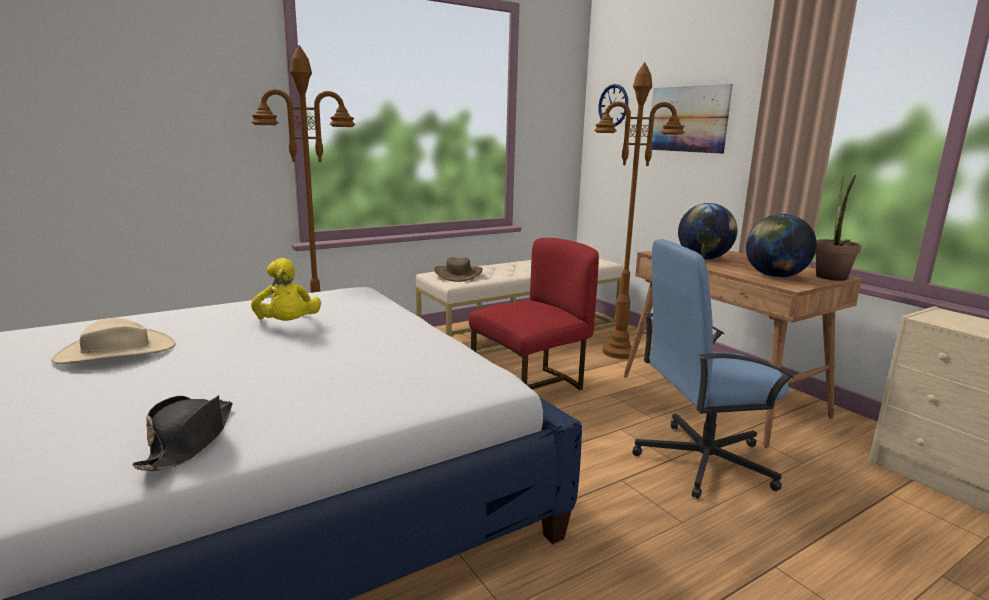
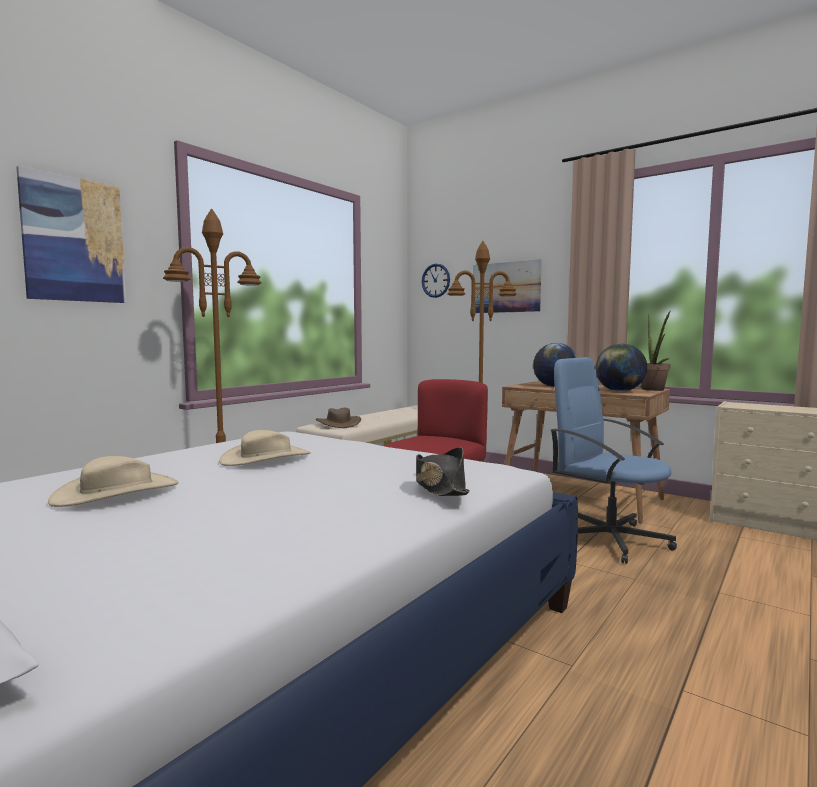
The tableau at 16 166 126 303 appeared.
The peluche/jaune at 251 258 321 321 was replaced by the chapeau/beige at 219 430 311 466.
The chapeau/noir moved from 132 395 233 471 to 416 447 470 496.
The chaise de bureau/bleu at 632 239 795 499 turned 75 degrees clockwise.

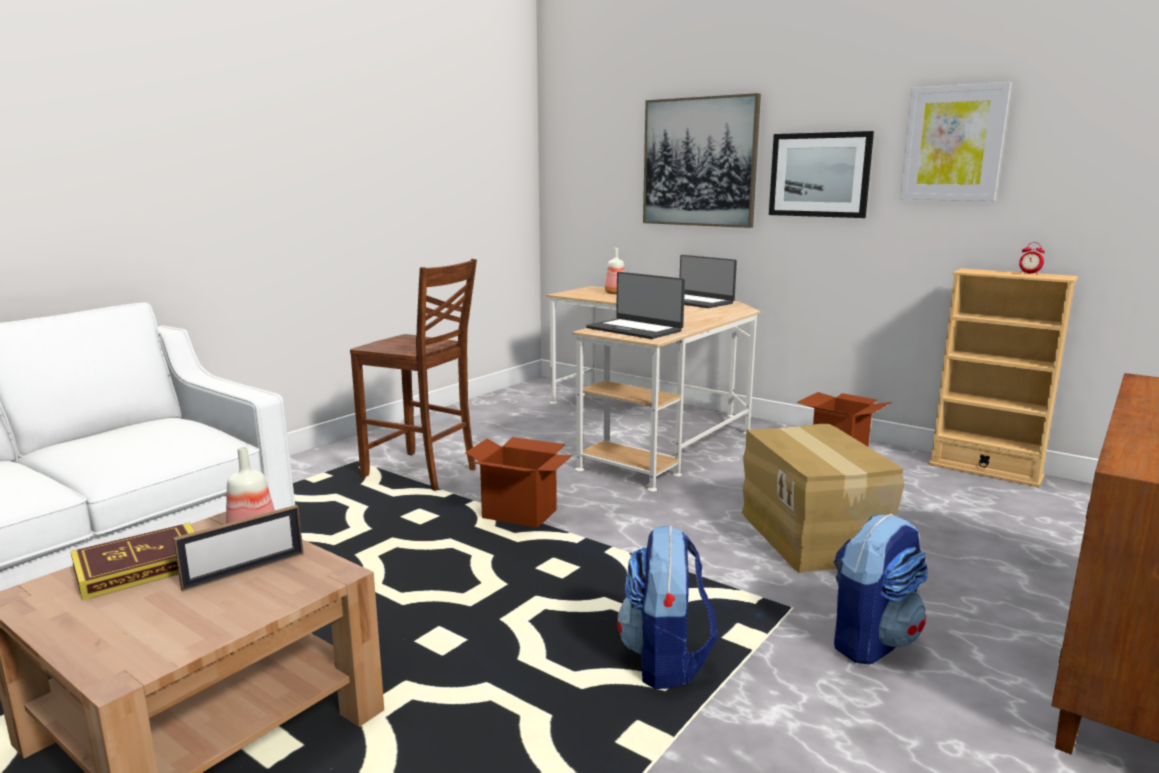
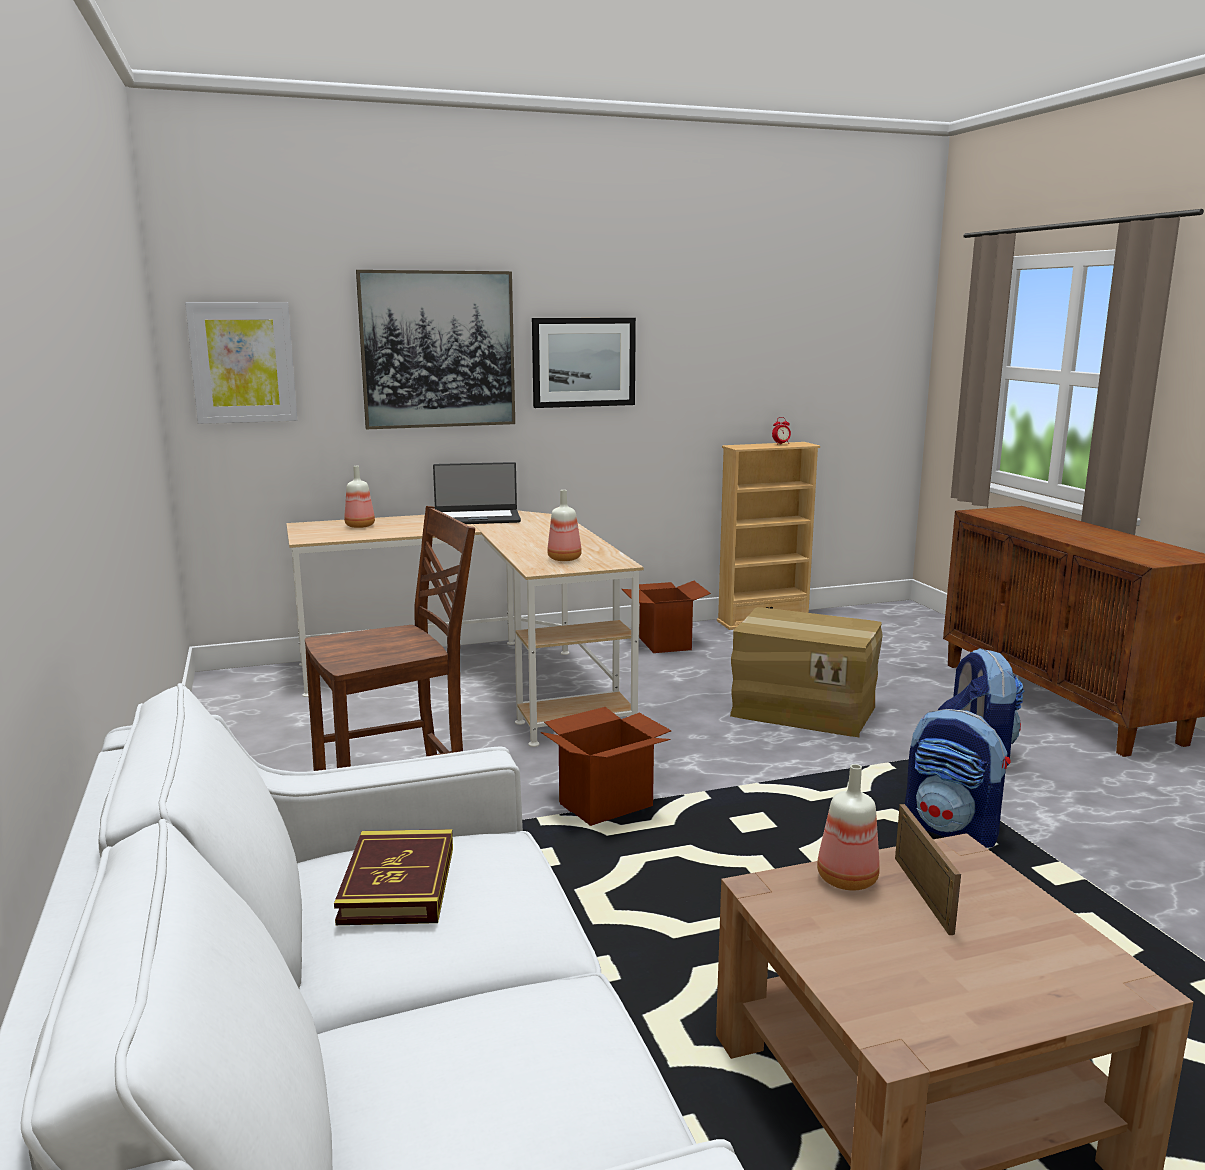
The tableau moved from 900 82 1011 201 to 185 302 298 424.
The livre moved from 70 523 195 601 to 334 829 453 925.
The ordinateur portable at 586 272 685 339 was replaced by the bouteille at 547 490 582 561.

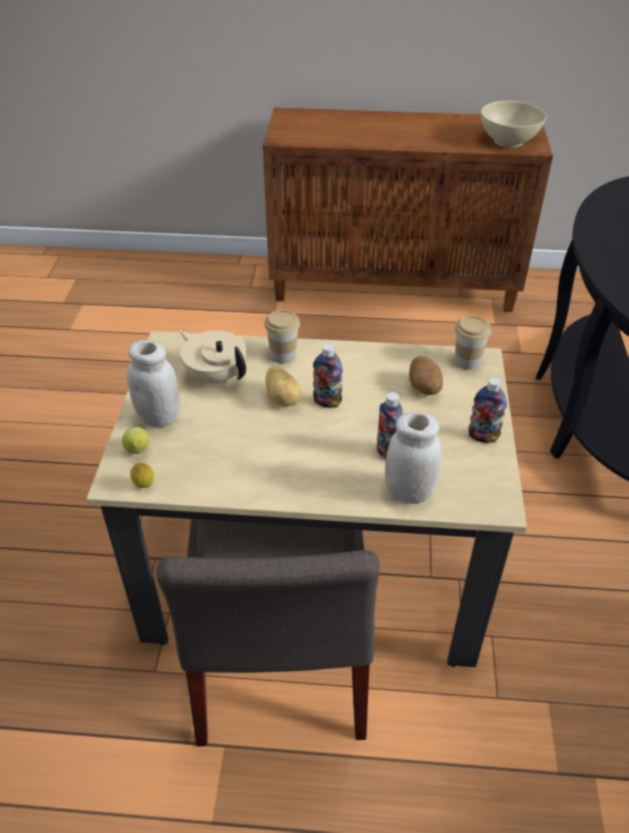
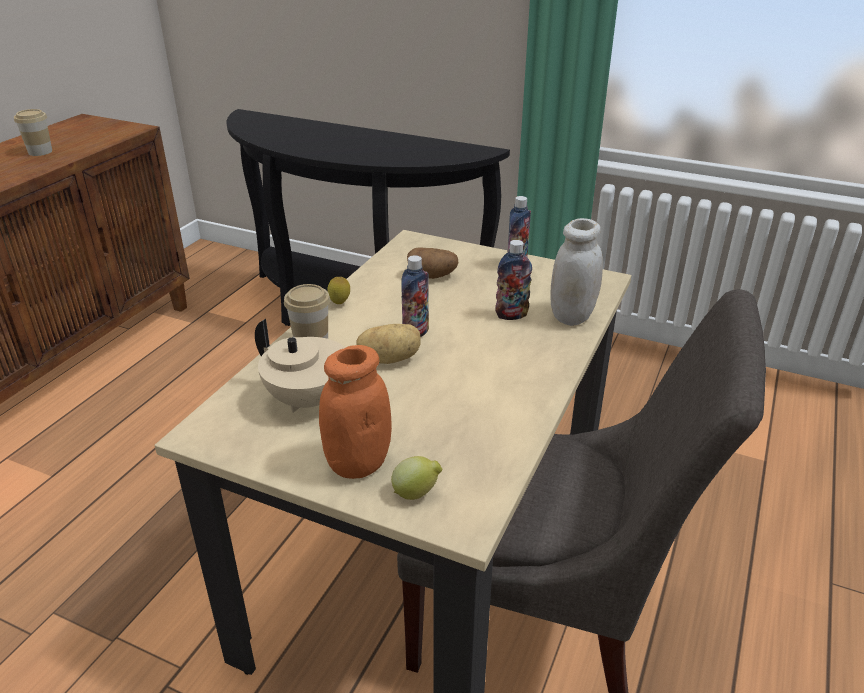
The tasse moved from 455 316 491 370 to 14 109 52 156.
The théière/beige at 179 329 246 384 turned 120 degrees counterclockwise.
The bocal/blanc at 127 340 180 428 became the bocal/orange at 319 345 392 479.
The citron moved from 130 463 154 488 to 327 277 350 304.
The bol/beige at 481 101 547 148 disappeared.

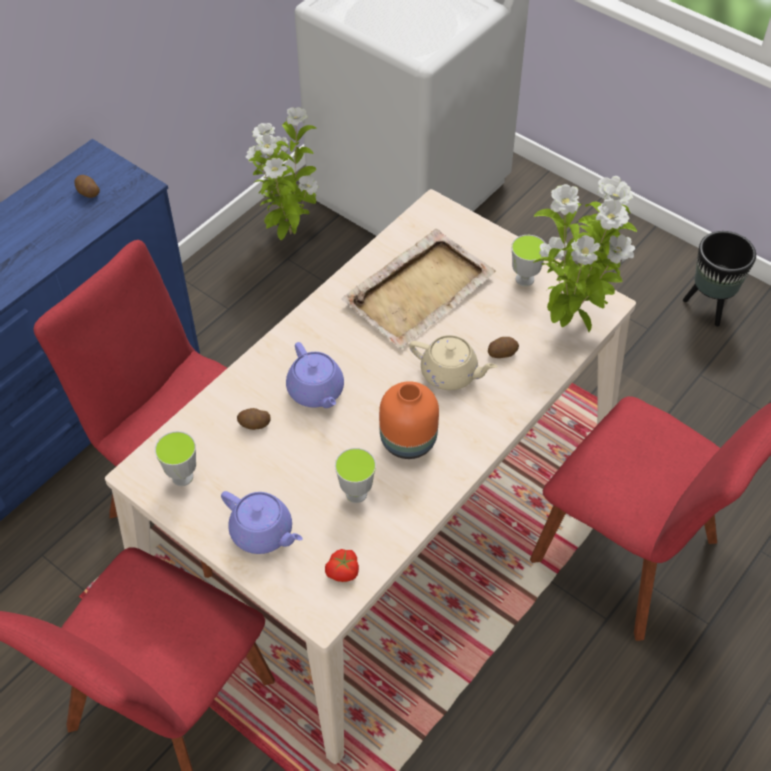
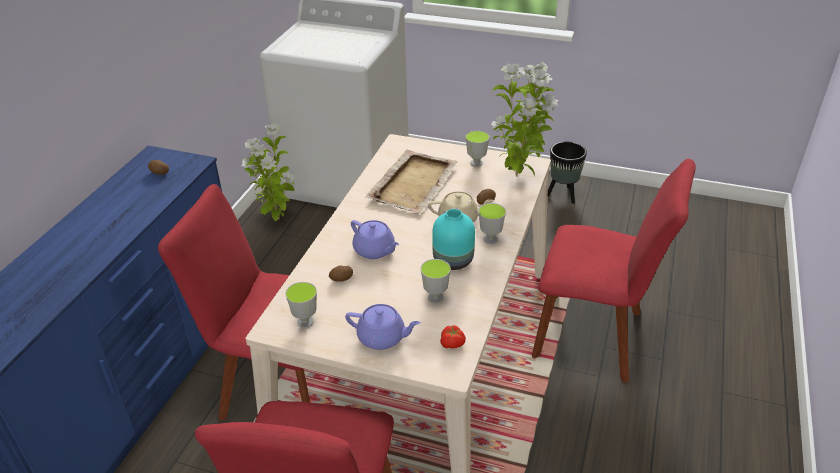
The vase/orange at 379 381 439 459 became the vase/turquoise at 432 209 475 270.
The tasse at 479 203 506 244 appeared.

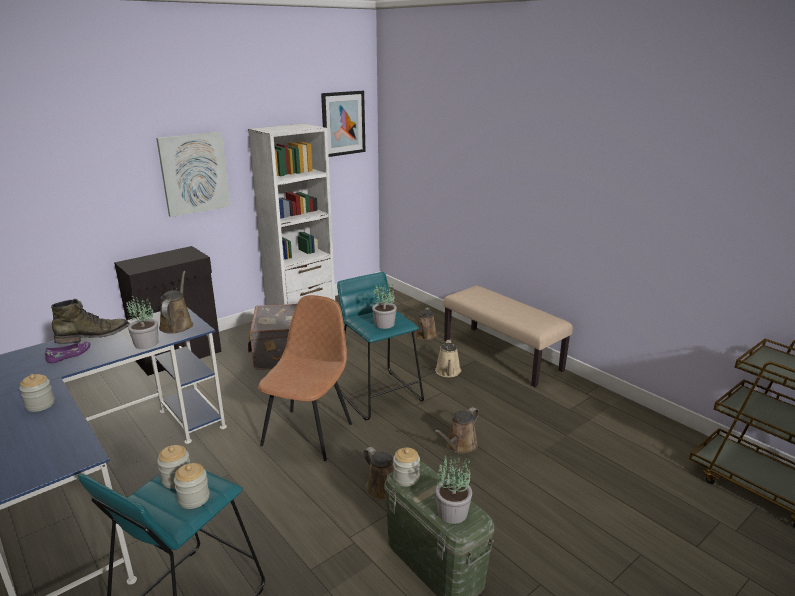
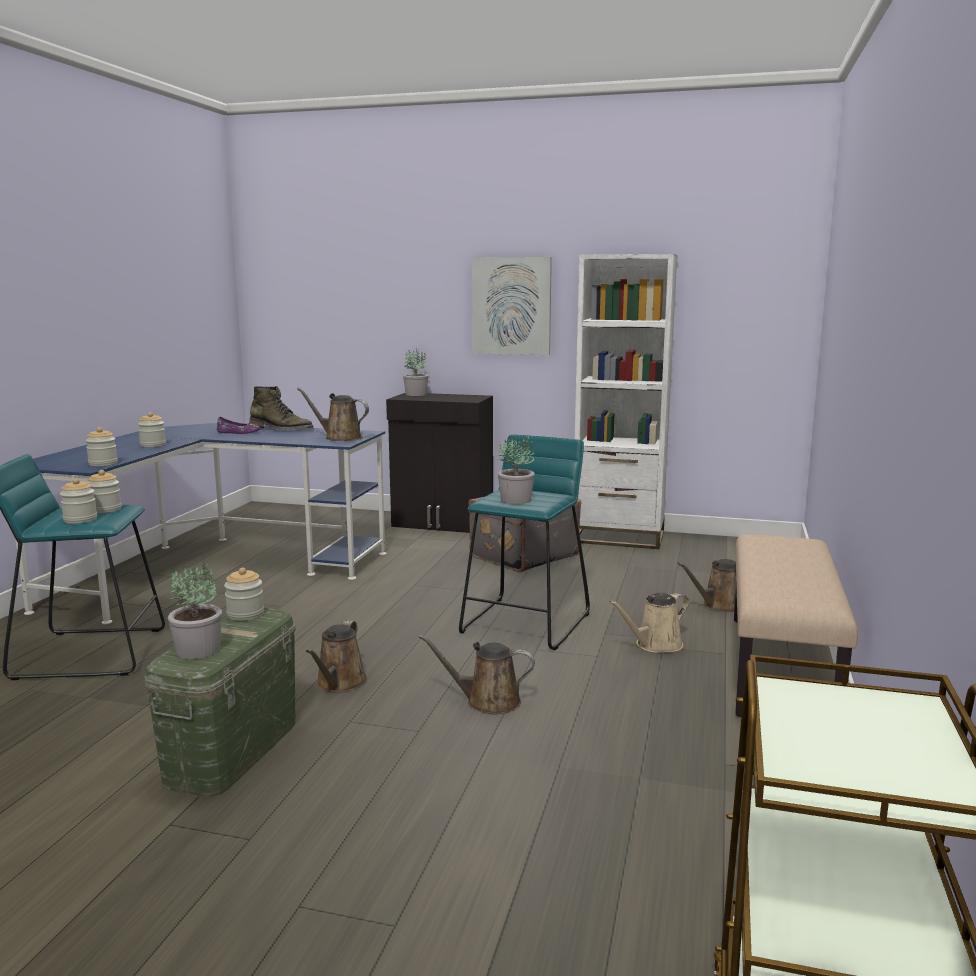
The bocal at 86 427 118 466 appeared.
The arrosoir/marron at 159 271 193 334 turned 120 degrees counterclockwise.
The plante en pot moved from 126 295 158 349 to 403 348 428 396.
The chaise/marron at 258 295 352 461 disappeared.
The tableau at 321 91 365 157 disappeared.

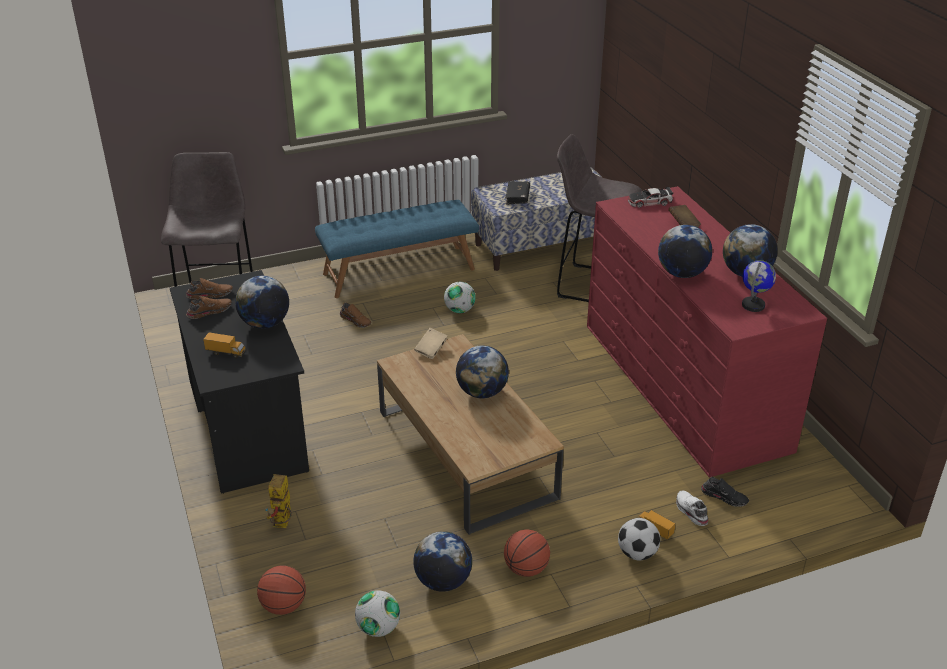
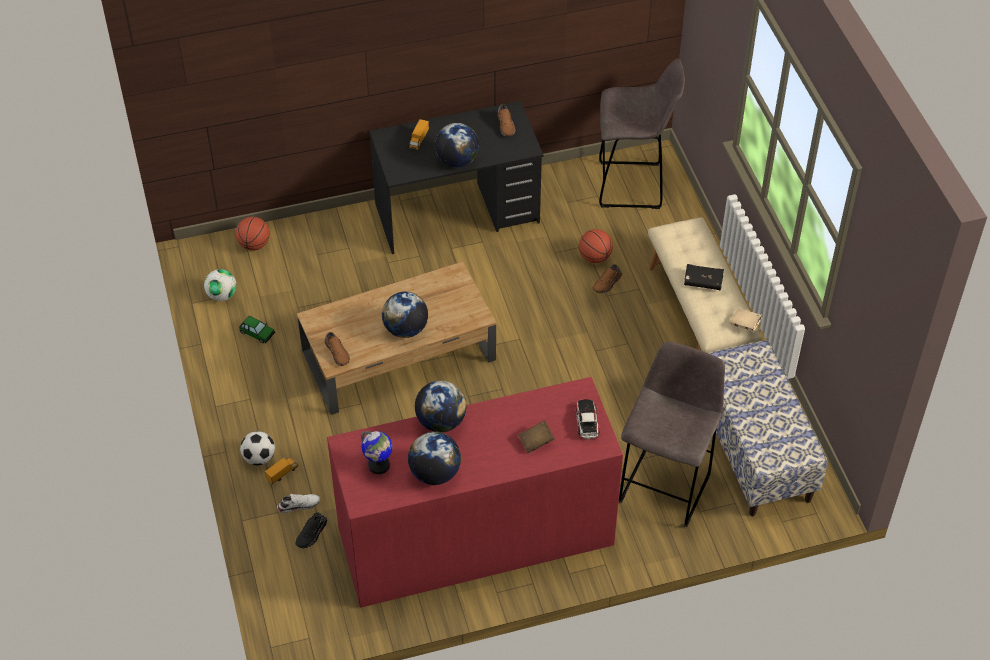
The globe at 413 531 472 591 was replaced by the petite voiture at 239 316 275 343.
The chaussure/marron moved from 186 296 232 319 to 325 332 350 366.
The ballon de basket moved from 504 529 550 577 to 579 229 613 263.
The banc/bleu at 315 200 479 298 became the banc/beige at 648 217 762 353.
The livre/noir moved from 505 181 530 205 to 684 264 724 290.
The livre/beige moved from 414 328 447 359 to 729 308 763 331.
The robot jouet at 265 474 292 528 disappeared.
The ballon de foot at 444 282 476 313 disappeared.

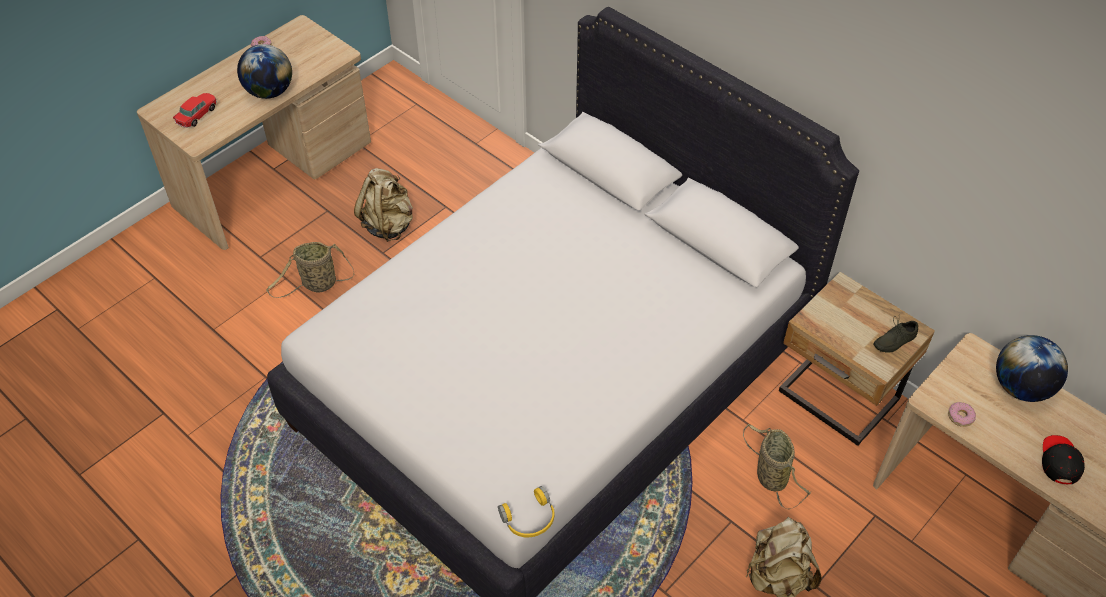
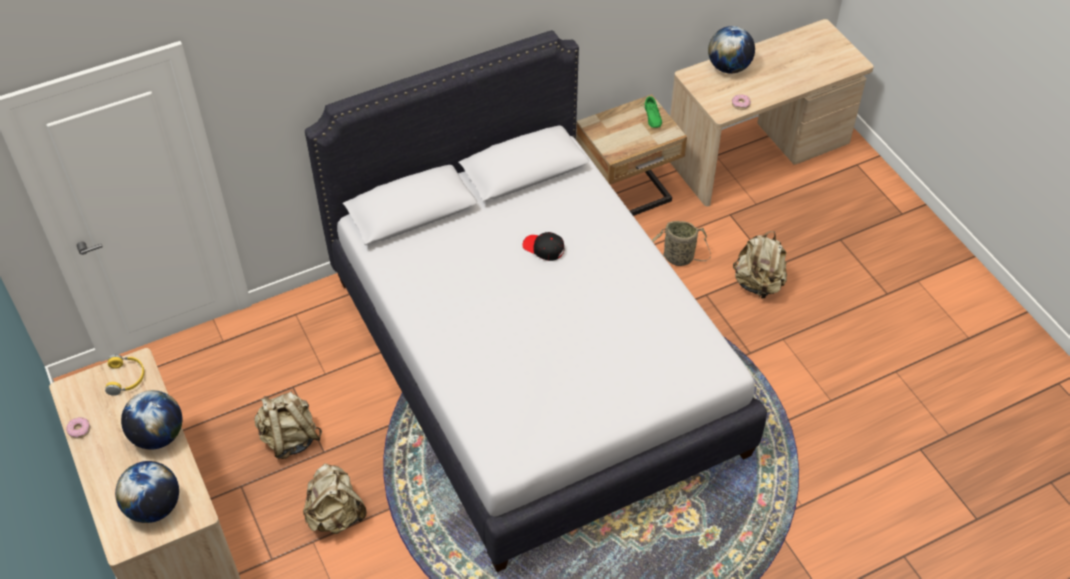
The casque audio/jaune moved from 498 486 555 537 to 105 355 144 396.
The petite voiture at 173 93 217 128 was replaced by the globe at 115 461 179 523.
The panier at 266 242 355 298 was replaced by the sac à dos/beige at 303 463 367 534.
The casquette/noir moved from 1042 435 1085 484 to 522 232 564 261.
The chaussure/gris at 873 316 918 353 became the chaussure/vert at 641 96 662 128.

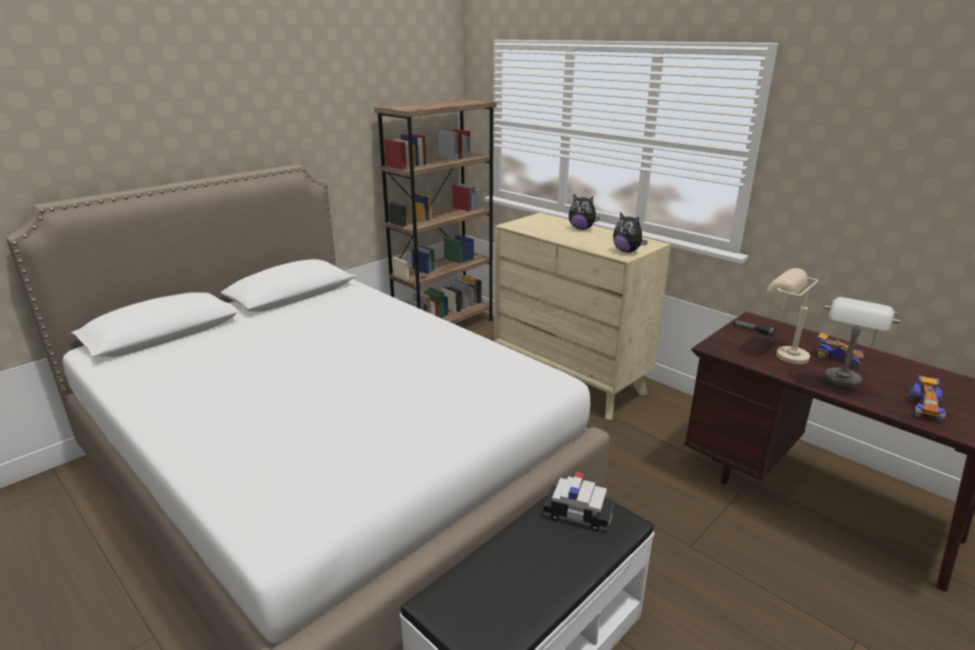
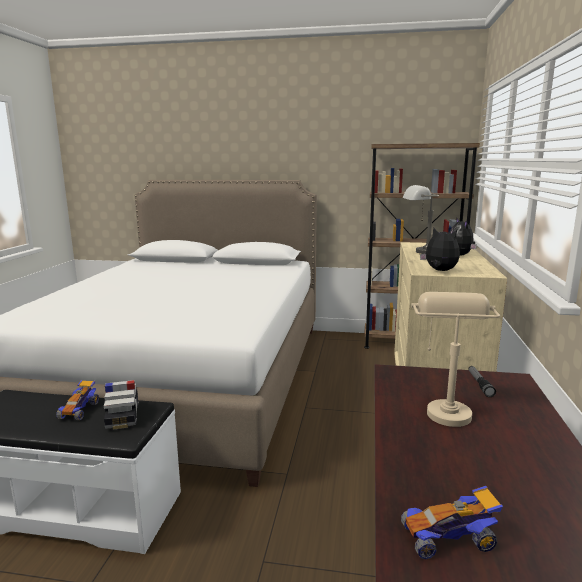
The petite voiture moved from 816 332 864 368 to 56 380 99 420.
The lampe de table/gris moved from 824 297 900 388 to 403 185 439 254.
The peluche at 613 212 648 253 turned 120 degrees clockwise.

